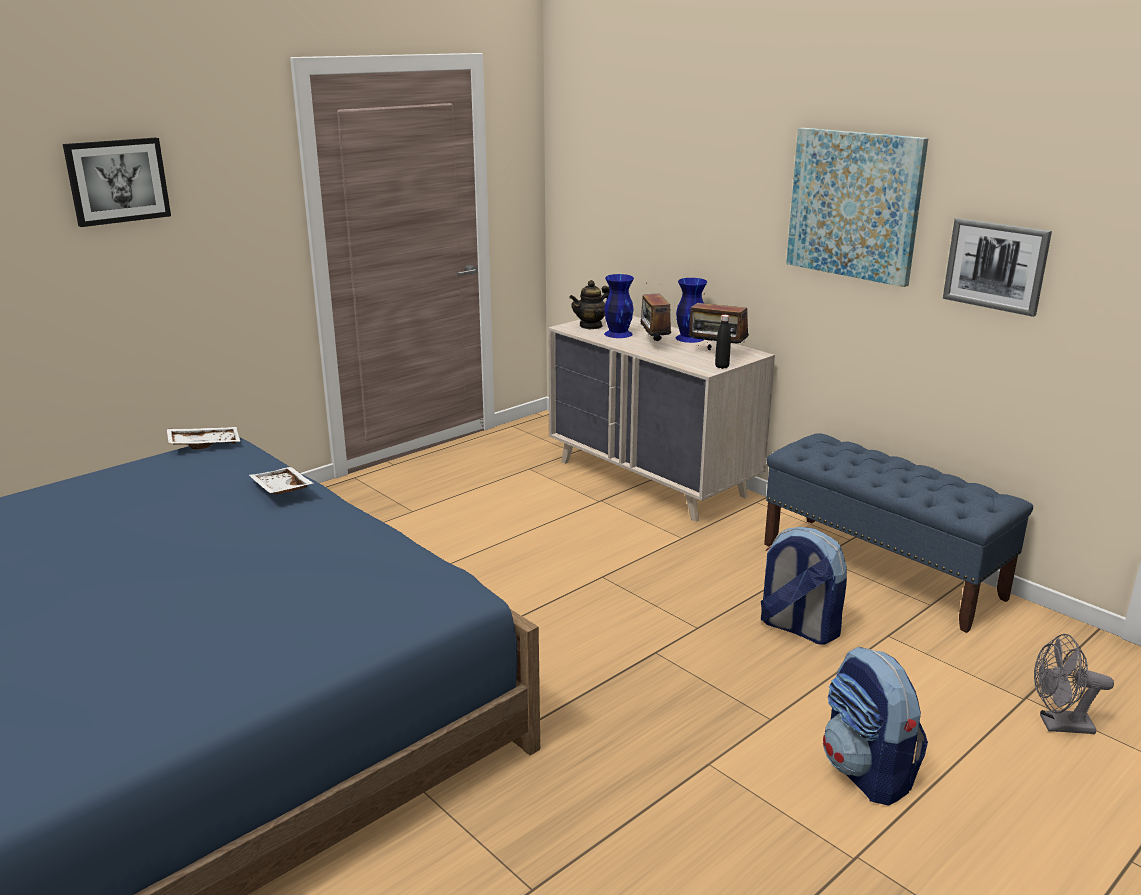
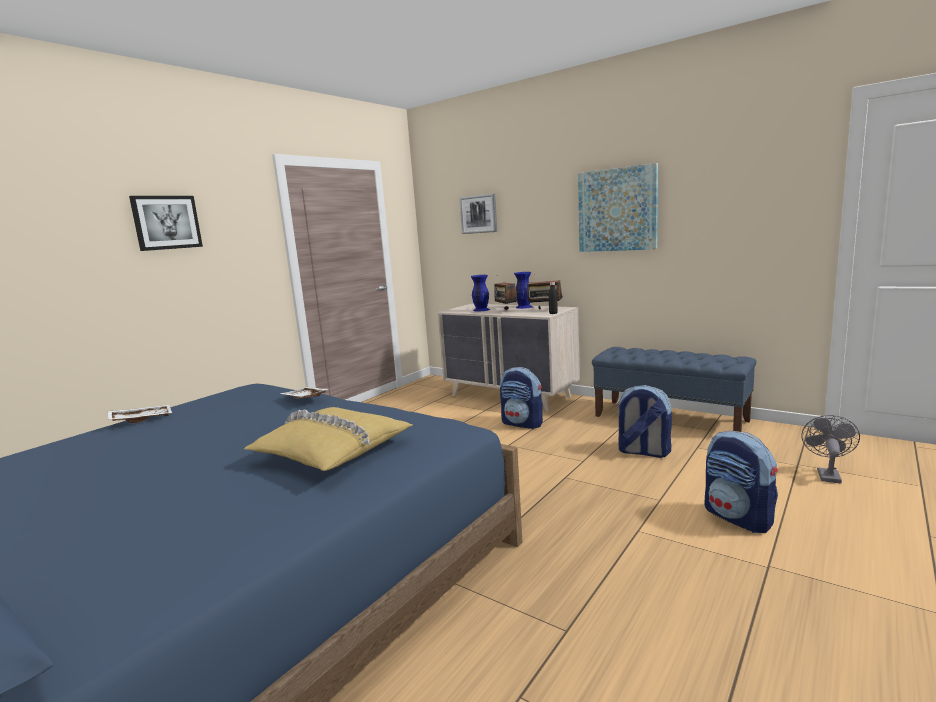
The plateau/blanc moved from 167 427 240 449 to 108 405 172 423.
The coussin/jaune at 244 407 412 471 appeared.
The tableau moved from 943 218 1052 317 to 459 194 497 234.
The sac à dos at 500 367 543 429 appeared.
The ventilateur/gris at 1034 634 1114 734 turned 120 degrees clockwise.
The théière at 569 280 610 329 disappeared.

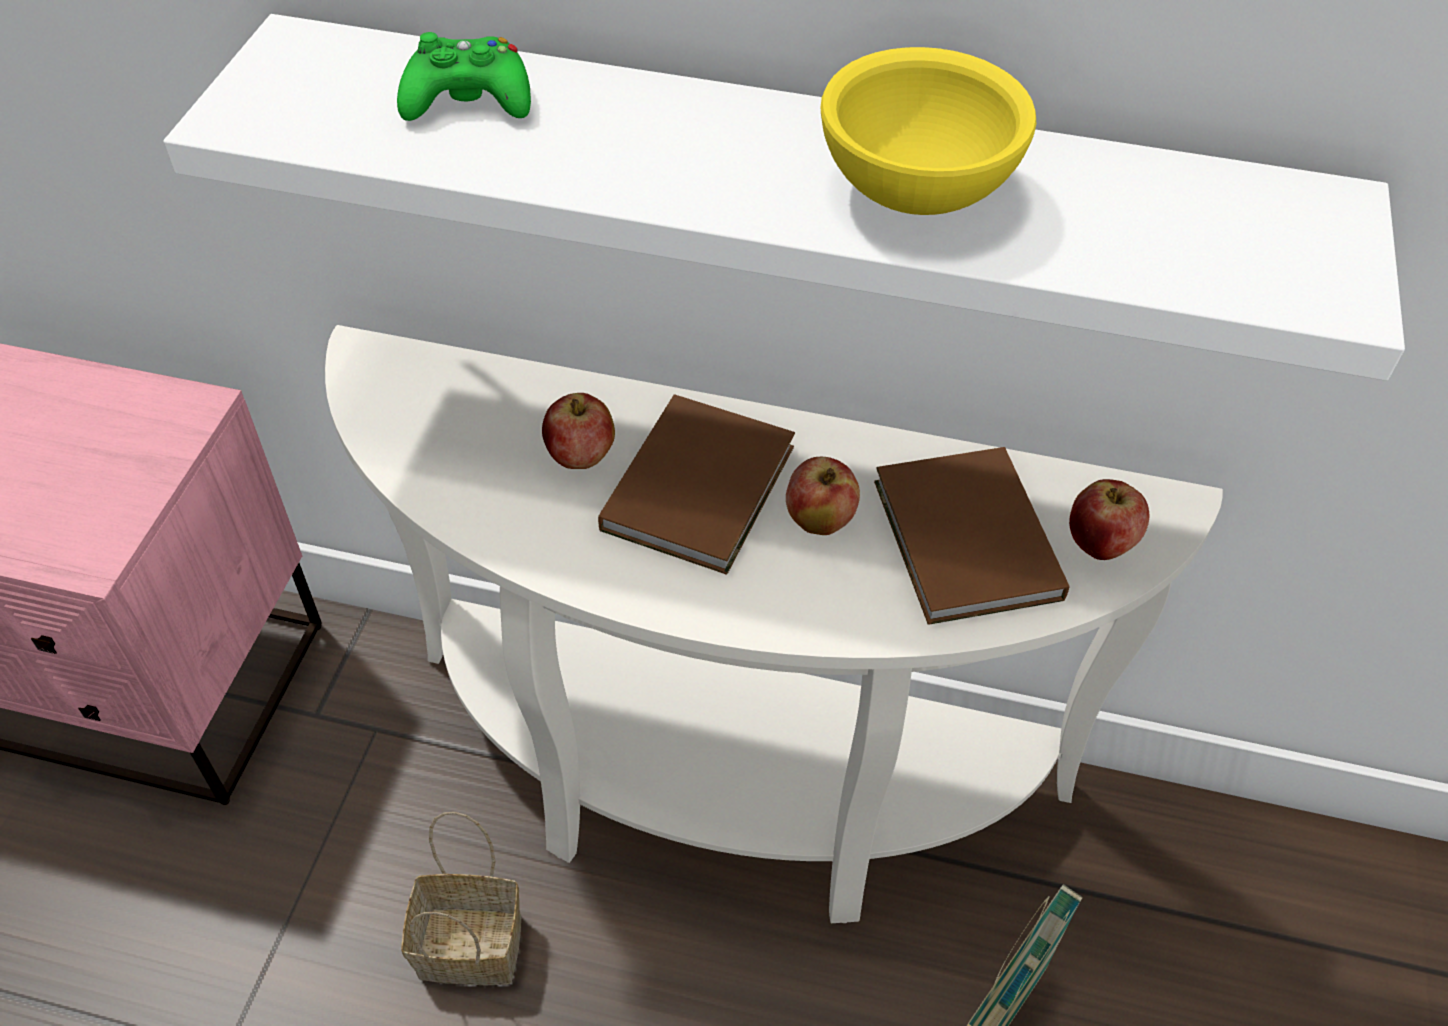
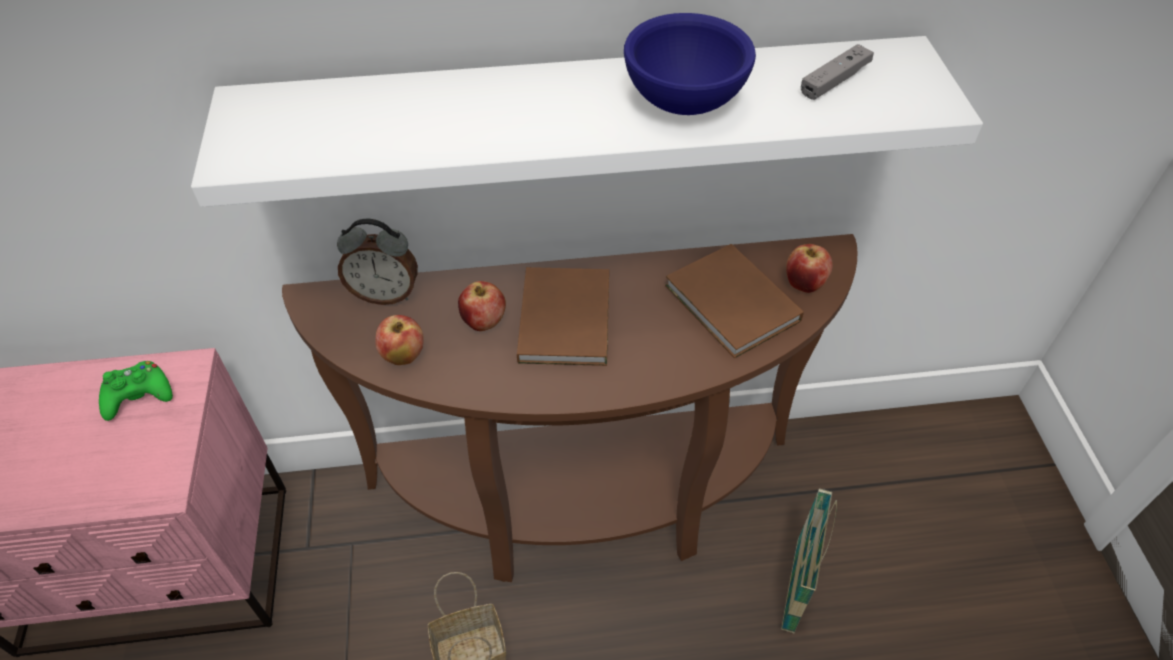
The manette/vert moved from 397 32 531 121 to 99 361 173 421.
The table console/blanc at 325 325 1223 923 became the table console/marron at 282 234 858 582.
The réveil at 337 218 418 305 appeared.
The pomme moved from 786 457 860 535 to 375 315 424 365.
The bol/jaune at 821 47 1036 215 became the bol/bleu at 624 13 756 115.
The manette/gris at 801 44 874 100 appeared.

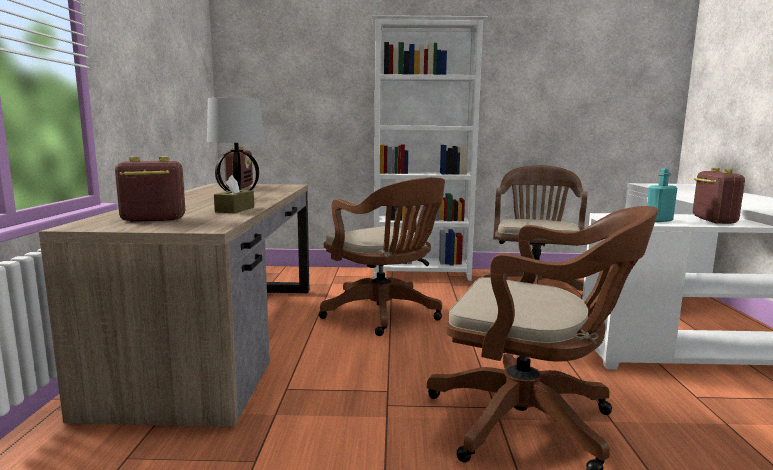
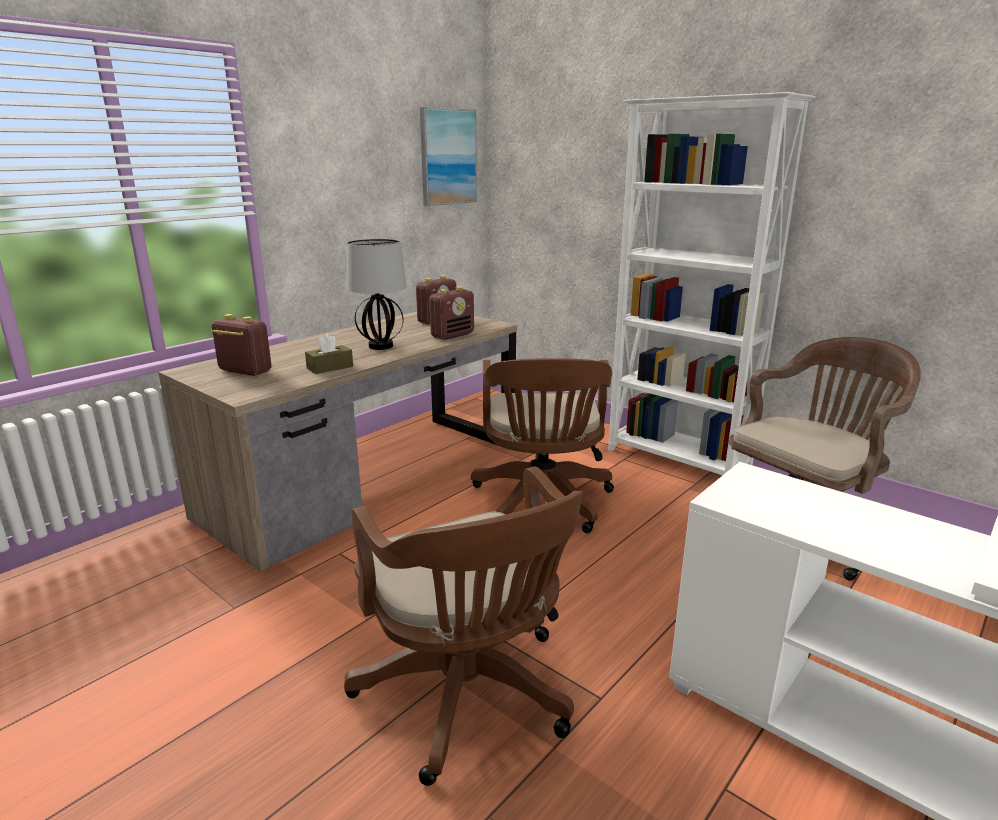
The tableau at 420 107 477 206 appeared.
The radio moved from 693 168 745 224 to 429 286 474 340.
The bouteille/turquoise at 647 168 677 222 disappeared.

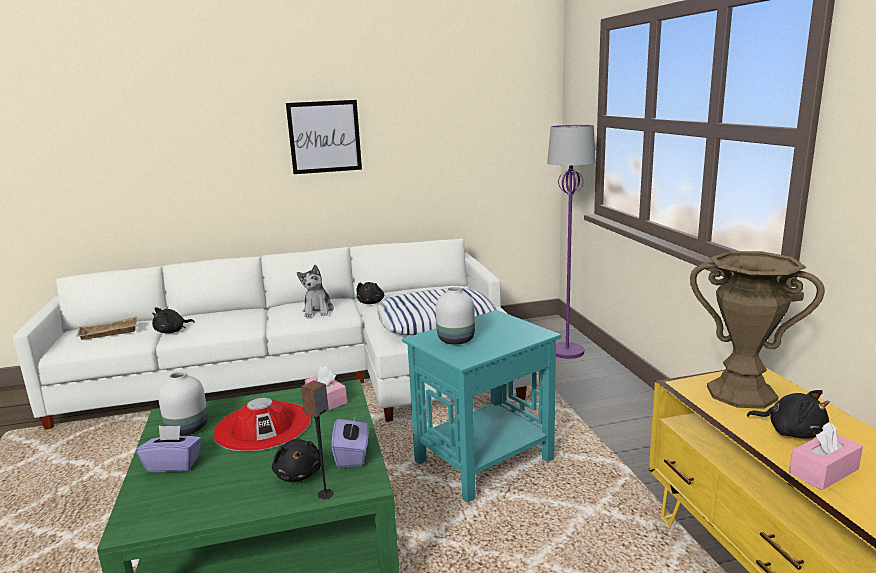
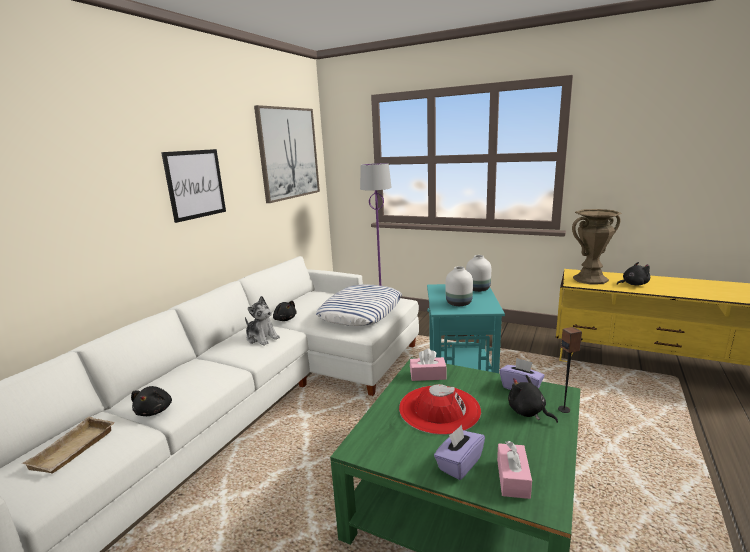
The tableau at 254 105 320 203 appeared.
The vase/blanc moved from 158 371 208 436 to 466 255 491 292.
The boîte à mouchoirs/rose moved from 789 422 863 490 to 497 441 532 499.
The peluche/noir at 272 439 321 482 turned 150 degrees counterclockwise.

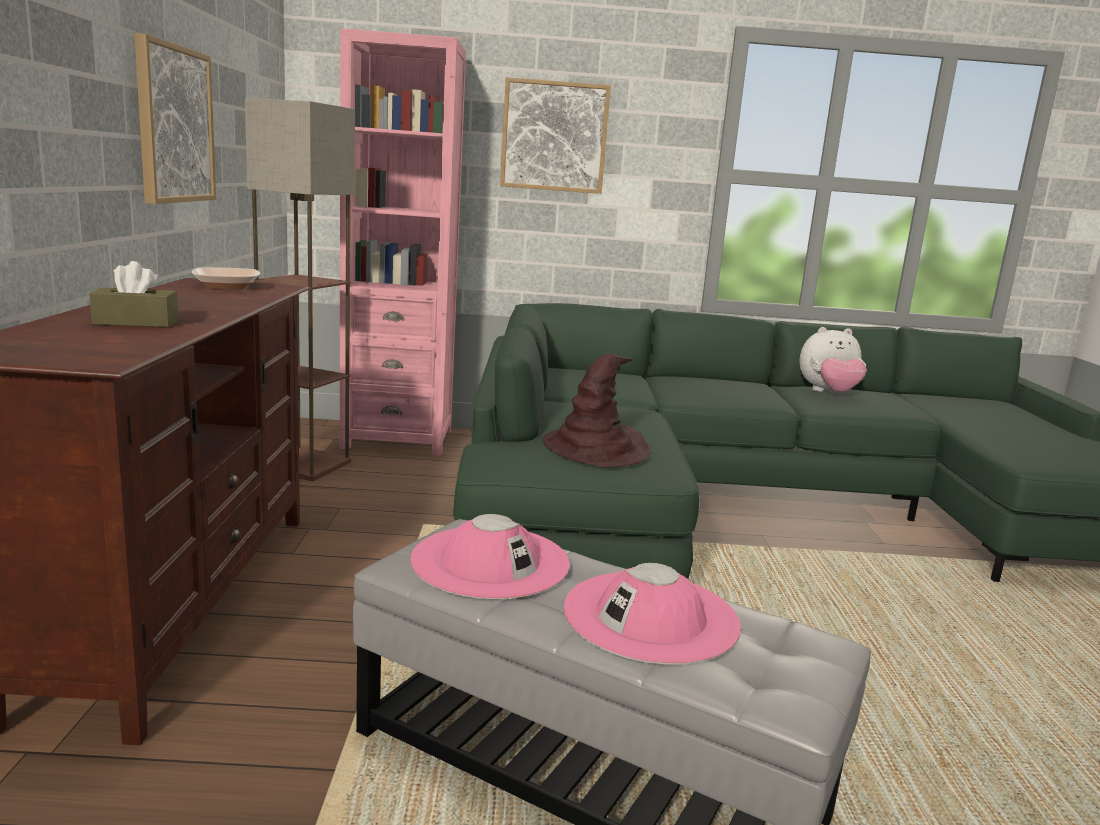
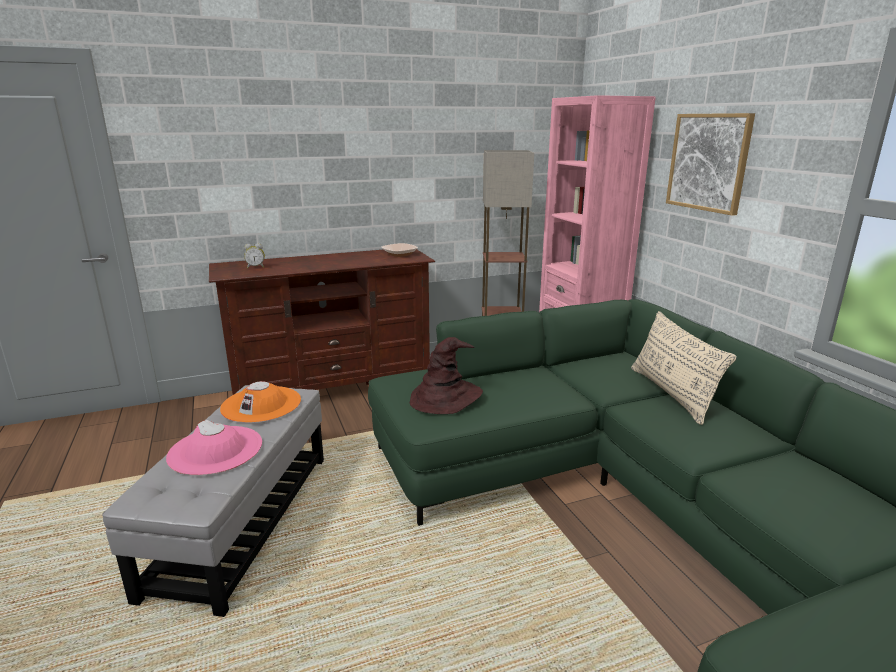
The chapeau/rose at 410 514 570 599 became the chapeau/orange at 220 381 301 423.
The réveil at 244 243 265 268 appeared.
The coussin/beige at 631 311 737 425 appeared.
The boîte à mouchoirs/marron at 89 261 178 327 disappeared.
The tableau at 134 33 216 204 disappeared.
The peluche at 799 327 867 392 disappeared.

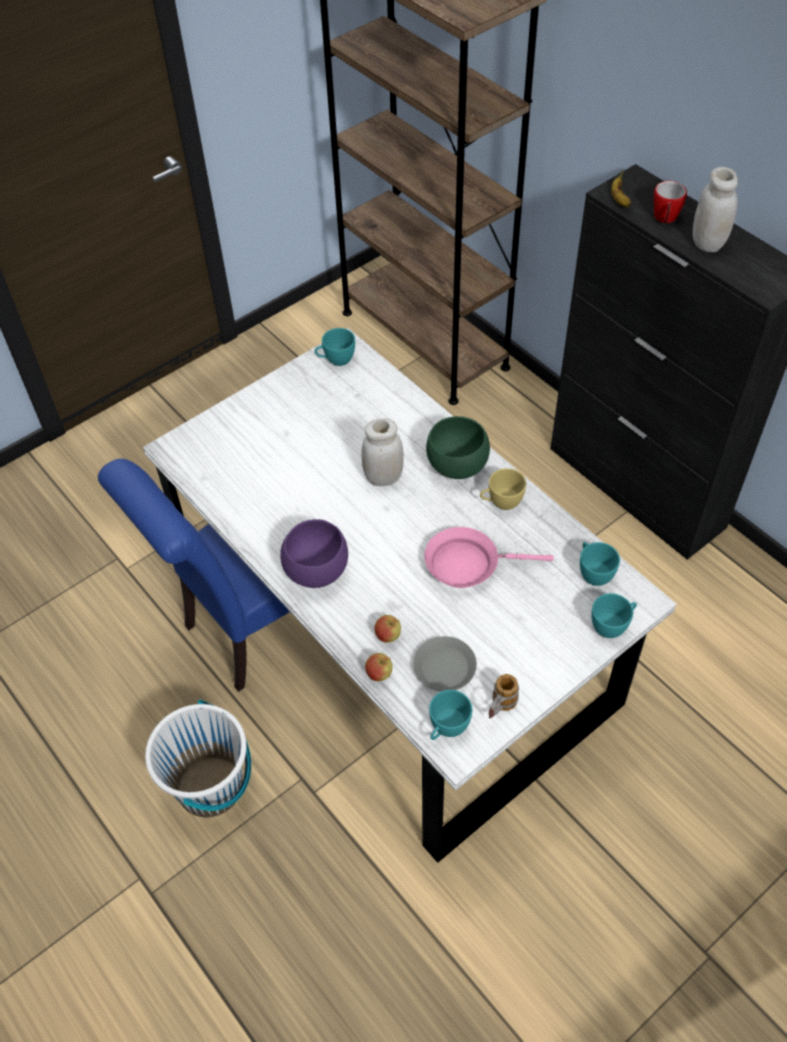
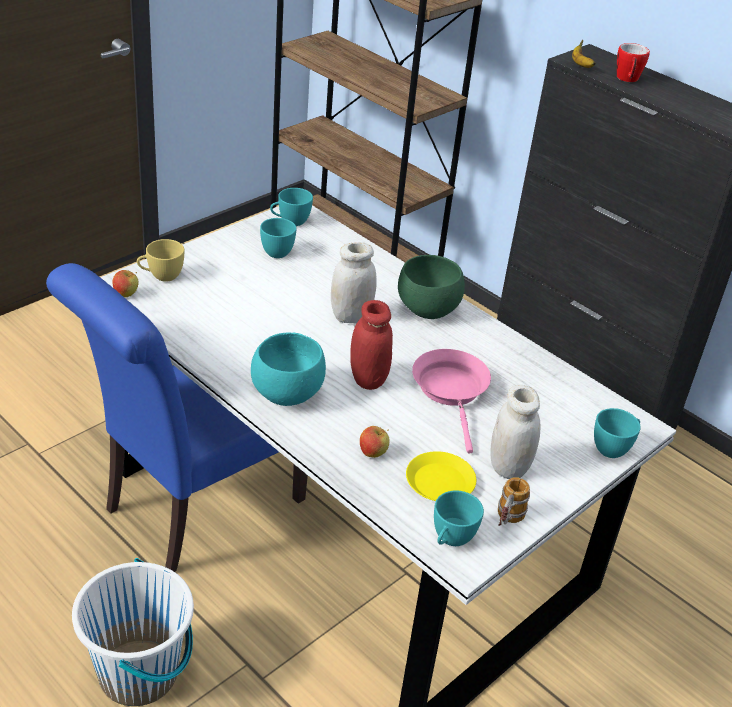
The pomme moved from 365 653 393 681 to 112 270 139 298.
The tasse/jaune moved from 480 468 526 510 to 137 239 184 282.
The bol/violet at 280 519 348 588 became the bol/turquoise at 251 333 326 406.
The tasse/turquoise moved from 580 542 620 586 to 260 218 296 258.
The bocal/rouge at 350 300 393 390 appeared.
The assiette/gris at 414 636 477 692 became the assiette/jaune at 406 451 476 501.
The poêle/rose at 424 527 554 588 turned 90 degrees clockwise.
The bocal/blanc moved from 693 167 738 252 to 491 385 540 479.

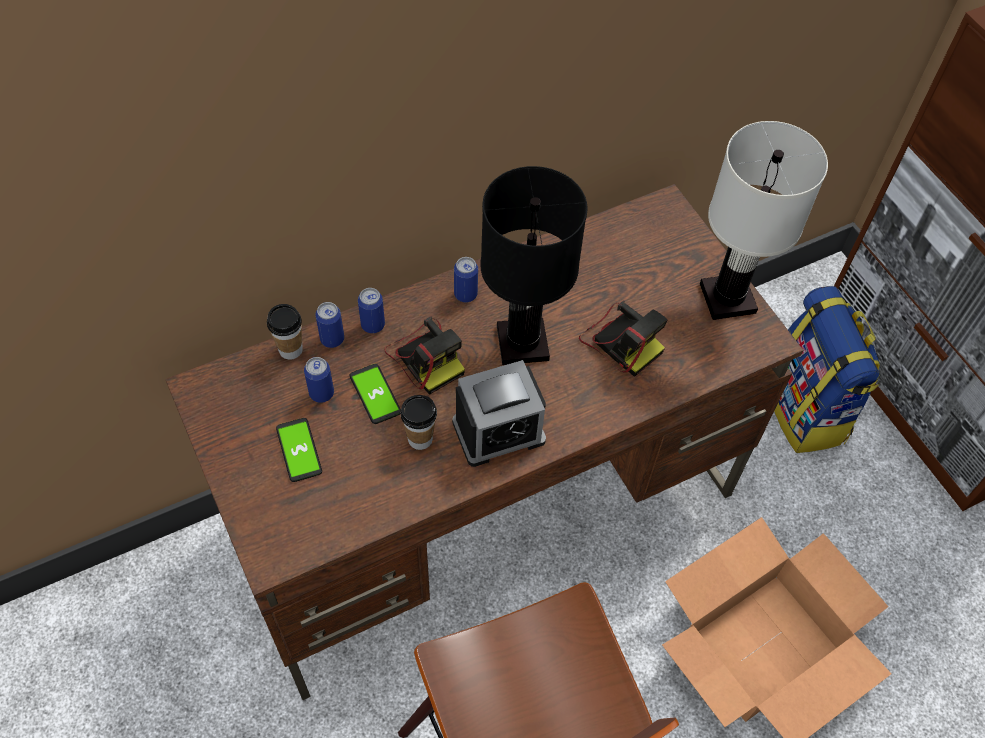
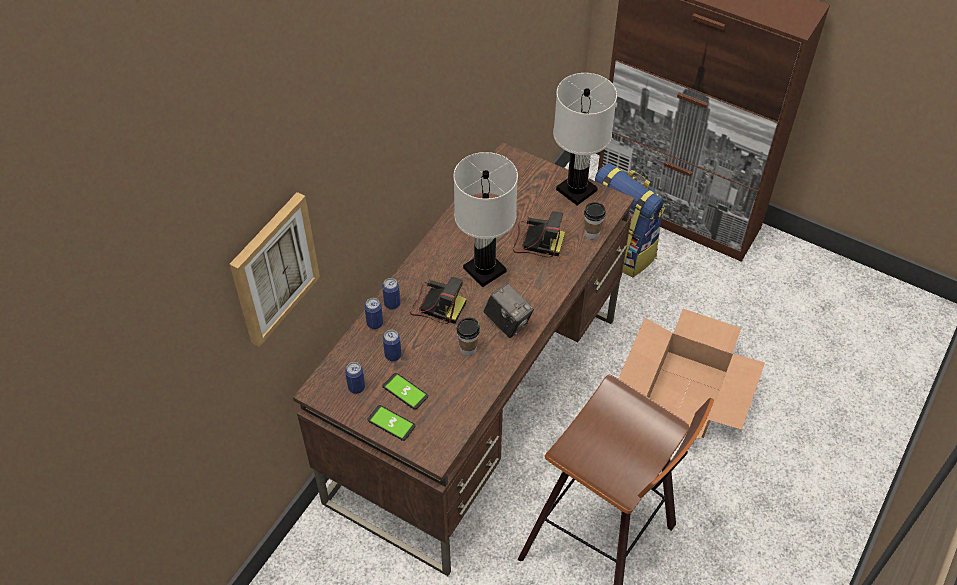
The tableau at 229 192 320 347 appeared.
The boîte métallique moved from 454 257 478 302 to 345 362 365 394.
The téléphone moved from 350 364 401 424 to 367 405 416 441.
The lampe de table/noir at 480 166 588 365 became the lampe de table/blanc at 454 152 518 287.
The réveil at 452 360 546 467 was replaced by the appareil photo at 484 283 534 338.
The tasse moved from 267 304 303 360 to 584 202 606 239.

